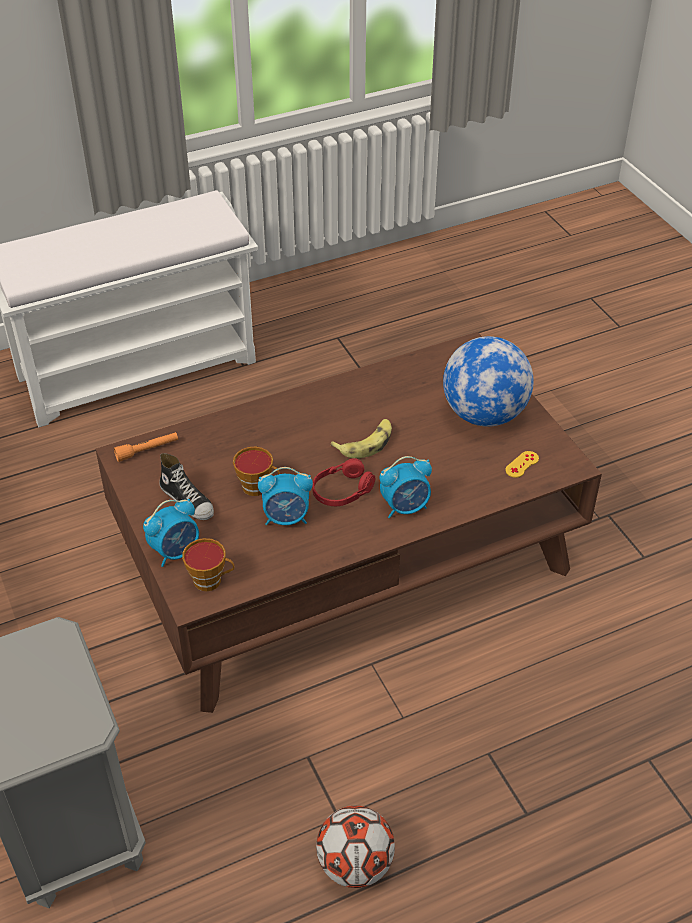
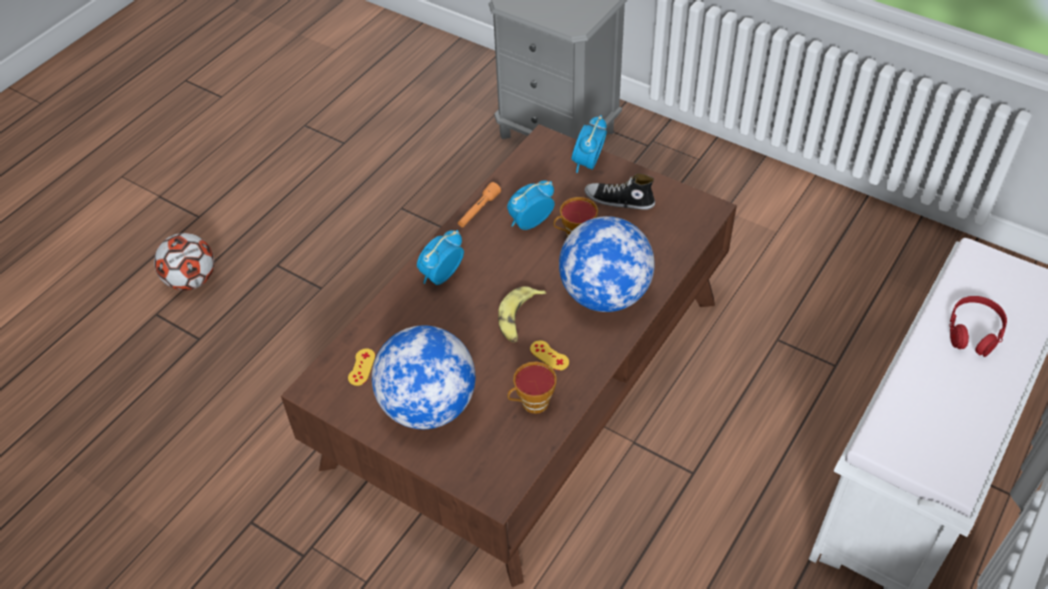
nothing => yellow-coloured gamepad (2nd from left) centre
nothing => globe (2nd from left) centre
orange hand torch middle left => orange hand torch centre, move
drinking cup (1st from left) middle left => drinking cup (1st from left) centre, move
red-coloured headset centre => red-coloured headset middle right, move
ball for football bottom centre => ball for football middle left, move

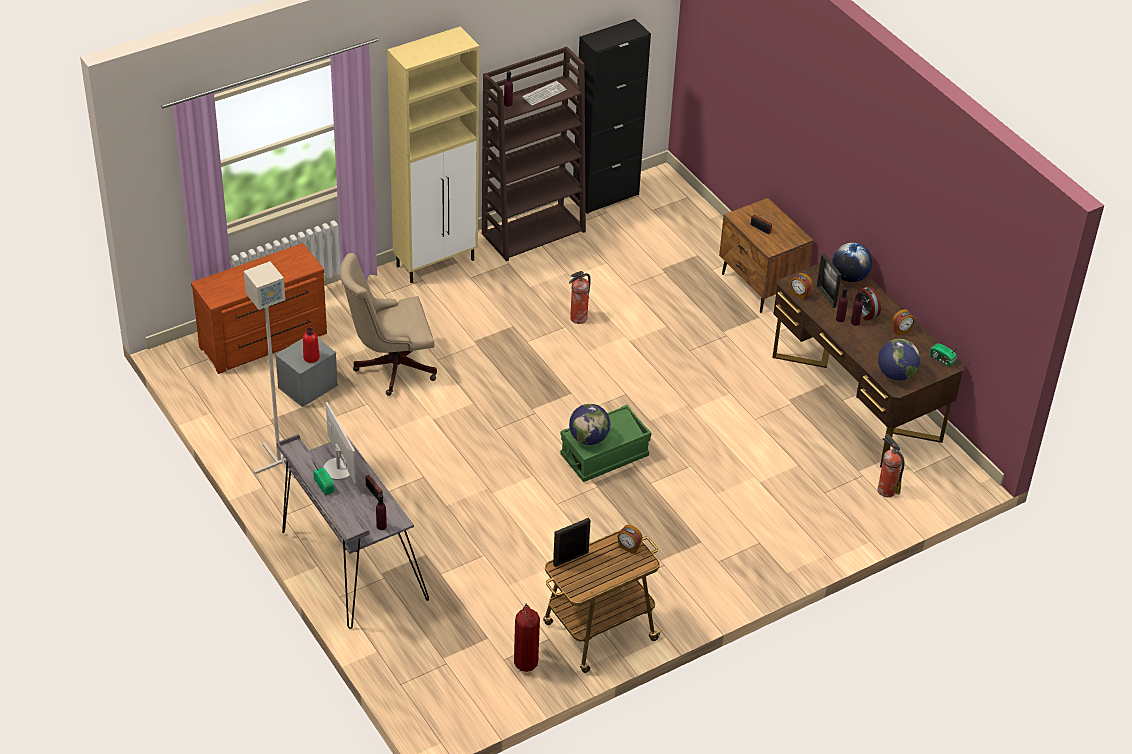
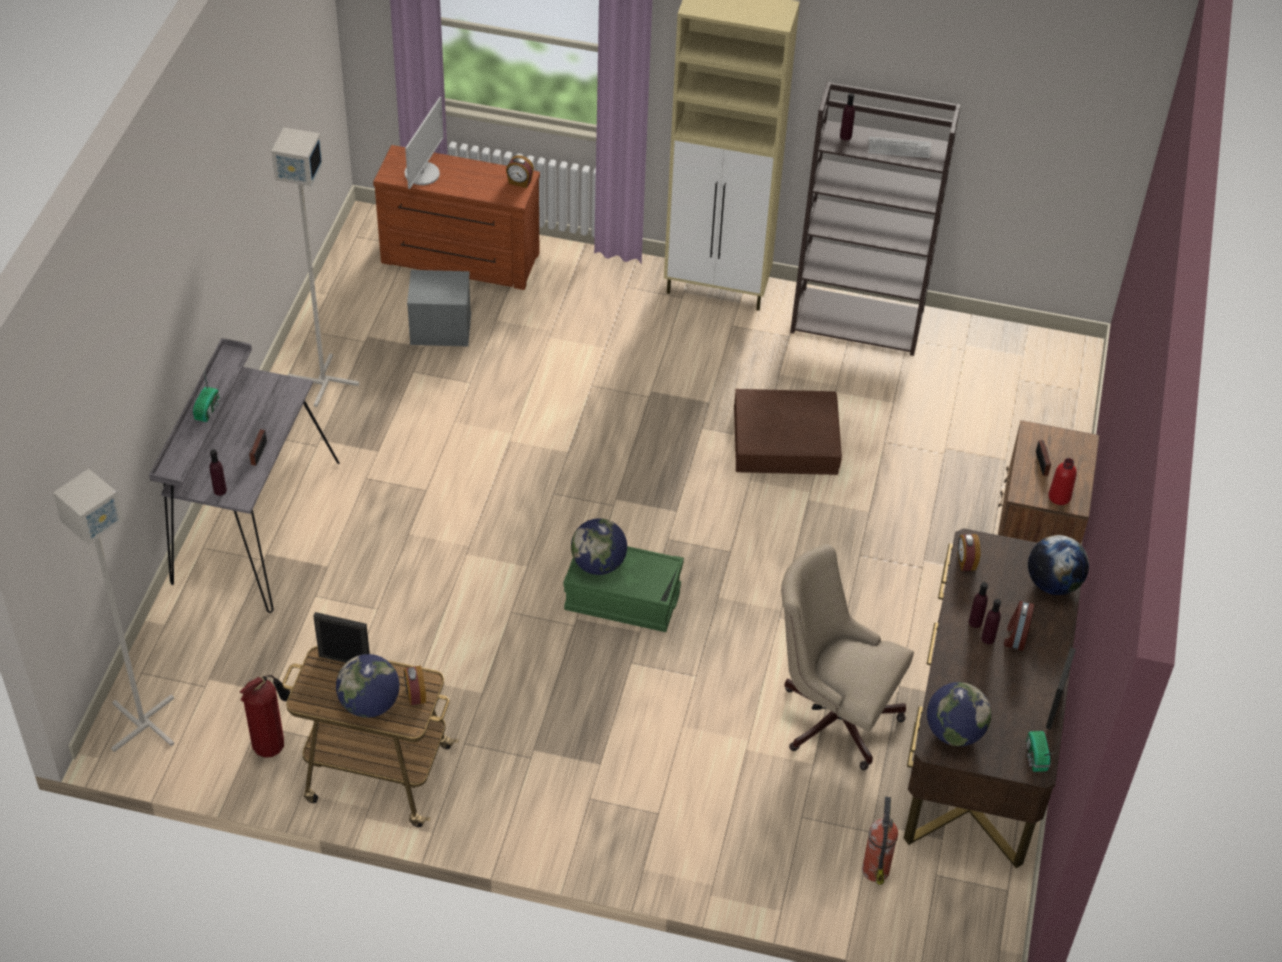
blackish cupboard top centre => nothing
nothing => greyish standard lamp (1st from left) middle left
nothing => globe (1st from left) bottom left
red-coloured drink bottle middle left => red-coloured drink bottle middle right, move
computer display middle left => computer display top left, move
beige office chair centre => beige office chair bottom centre, move
standing frame (2nd from left) middle right => standing frame (2nd from left) bottom right, move
table clock (4th from left in the first image) middle right => table clock (2nd from left) top centre, move
fire extinguisher (2nd from left) centre => brown storage bin centre

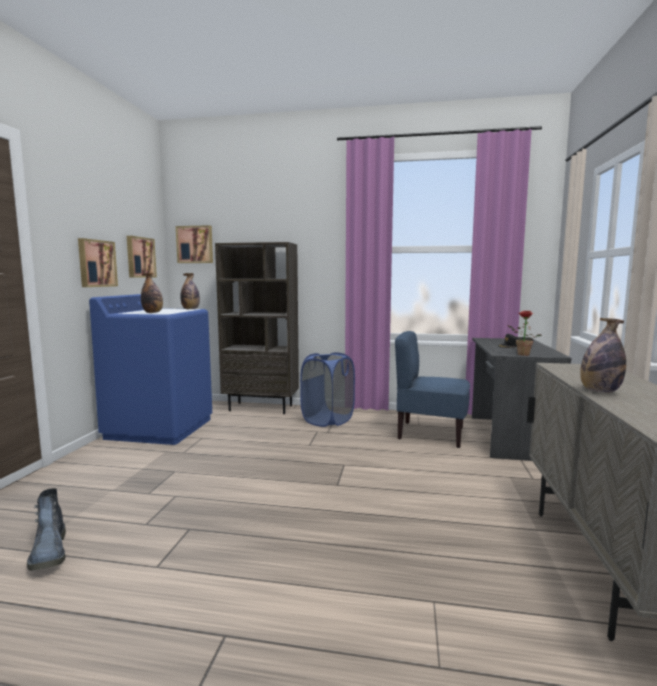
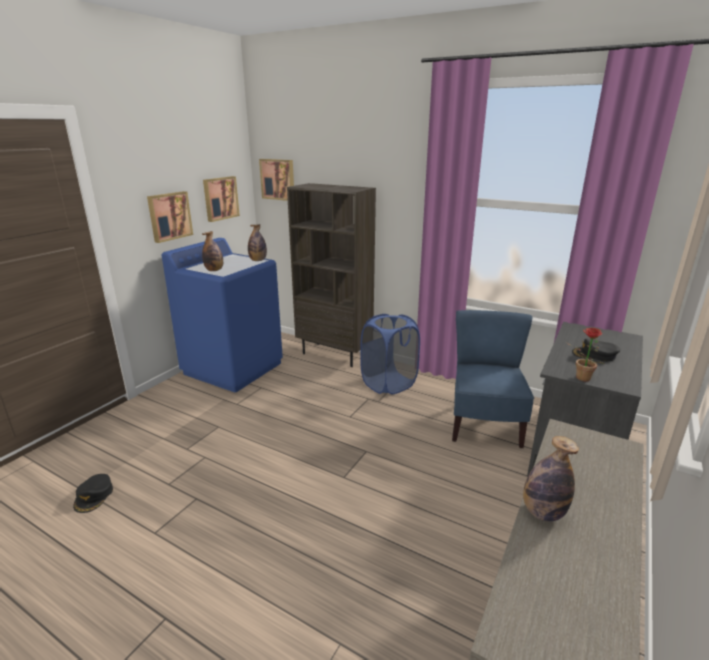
boot bottom left => blackish peaked cap (1st from left) bottom left
blue-coloured chair centre => blue-coloured chair middle right, 60 degrees clockwise

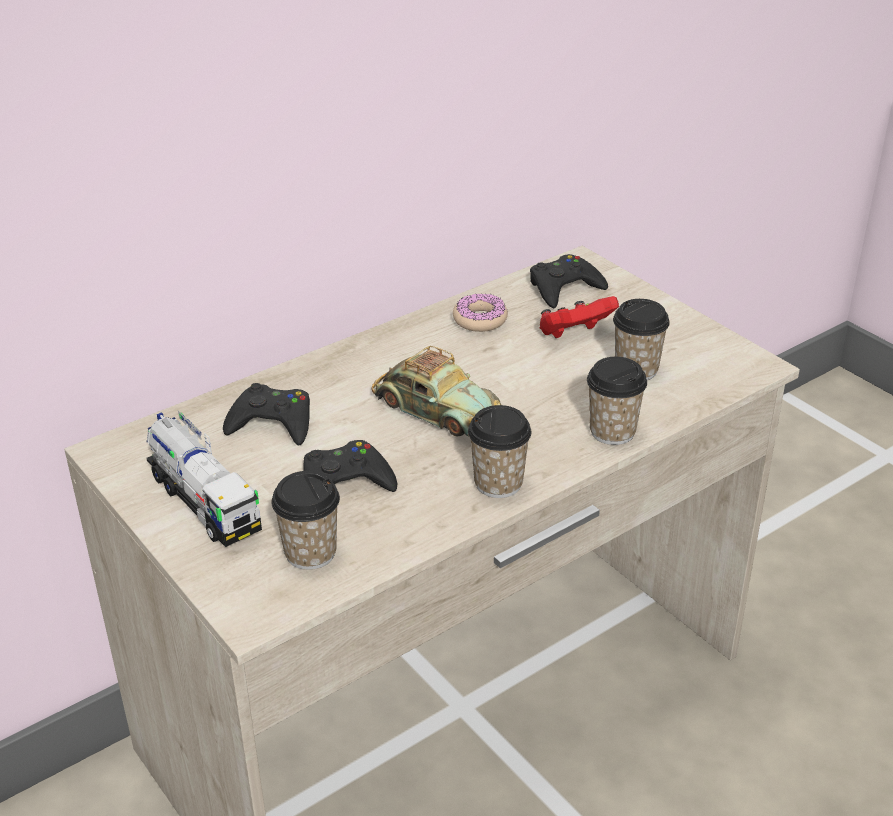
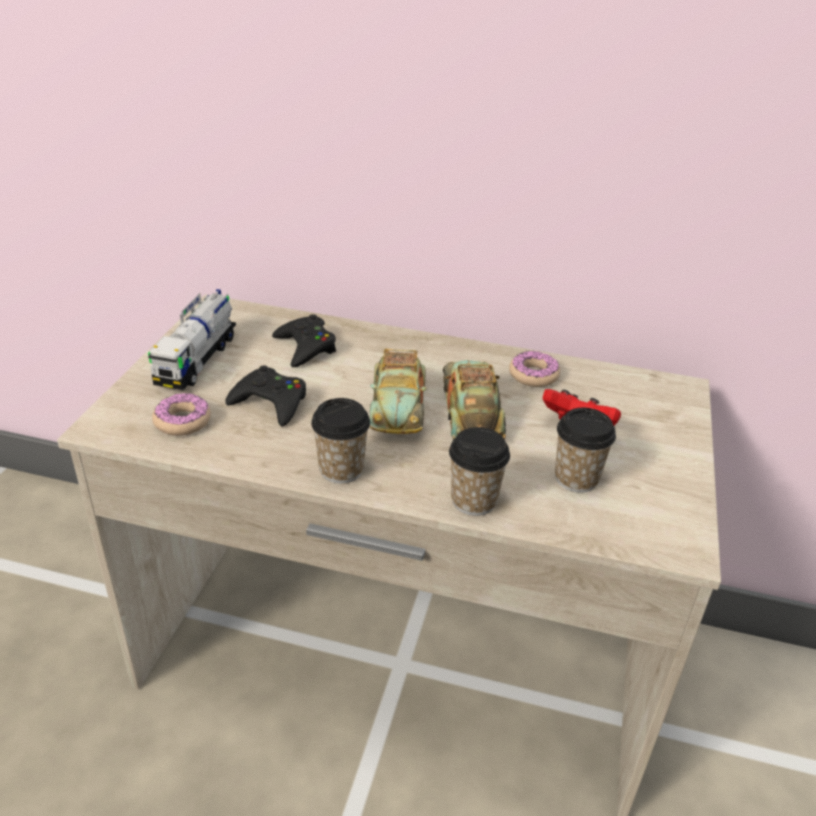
blackish gamepad (3rd from left) centre => nothing
nothing => miniature car (2nd from left) centre
drinking cup (1st from left) centre => doughnut (1st from left) middle left

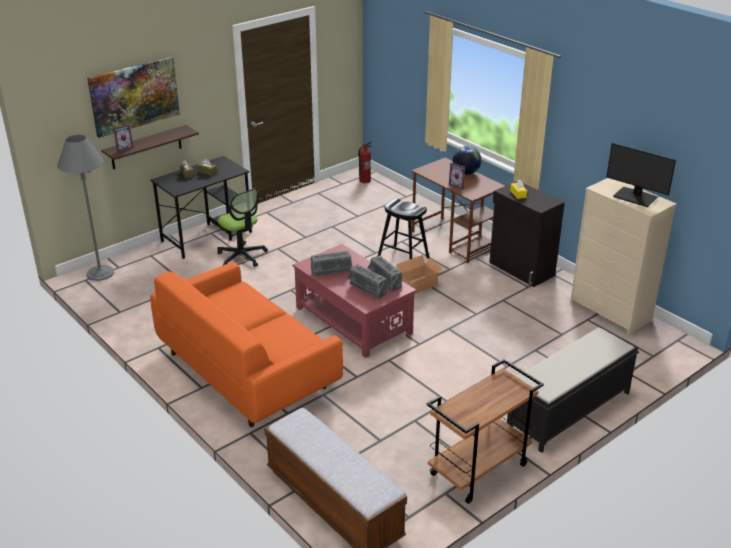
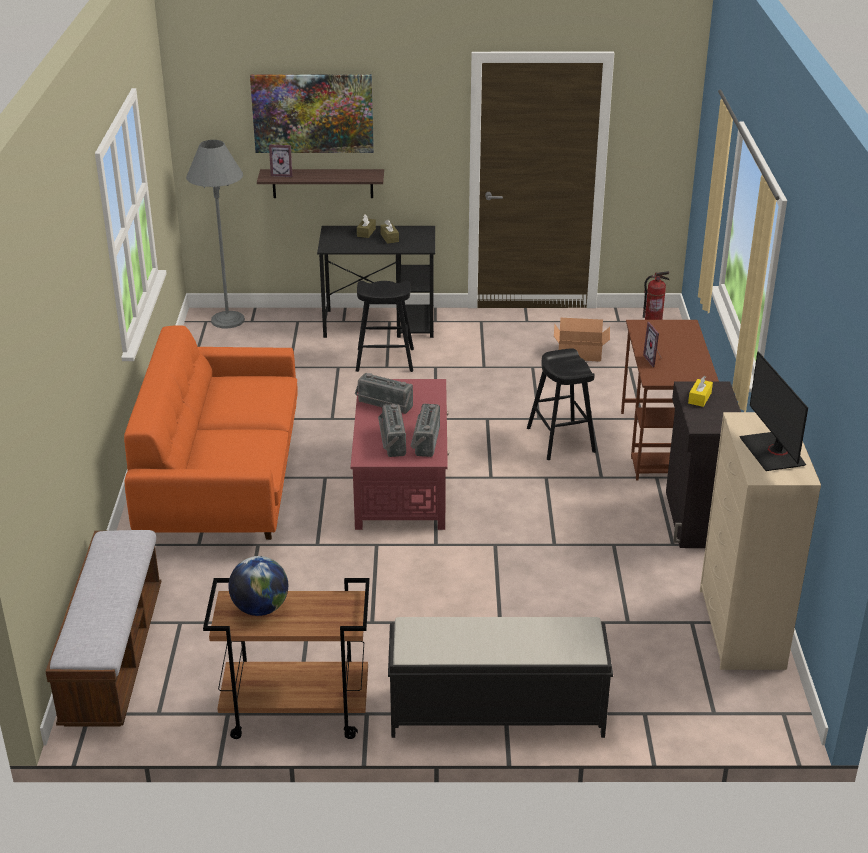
packing box centre => packing box middle right, move
globe top centre => globe bottom left, move
office chair middle left => blackish stool (1st from left) centre

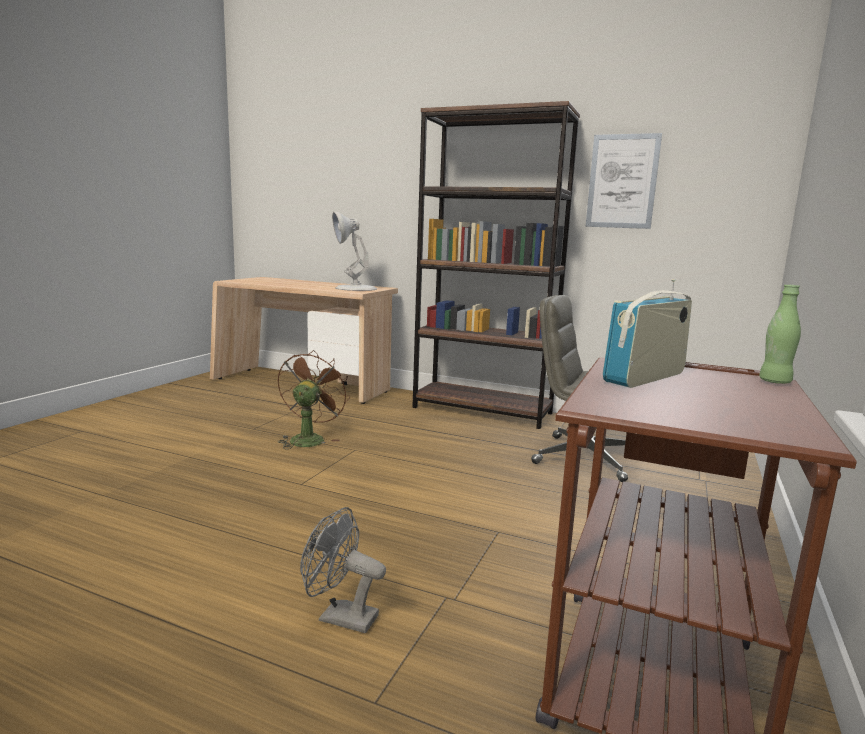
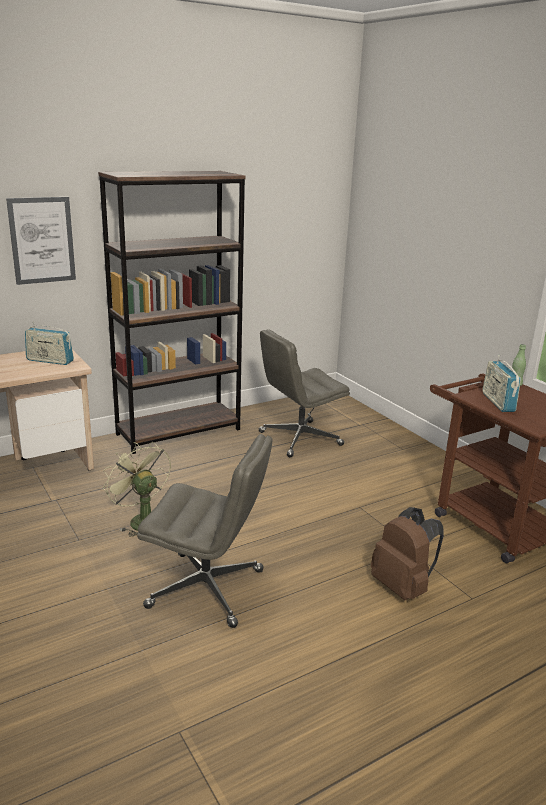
nothing => greyish office chair (1st from left) centre
picture top right => picture top left, move
greyish cooling fan bottom centre => brown knapsack bottom right
white table lamp centre => radio receiver (1st from left) middle left
brown cooling fan centre => greenish cooling fan middle left

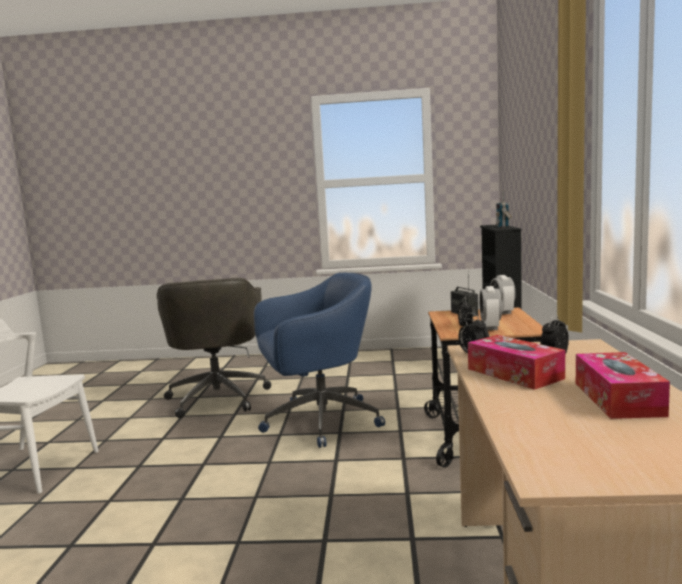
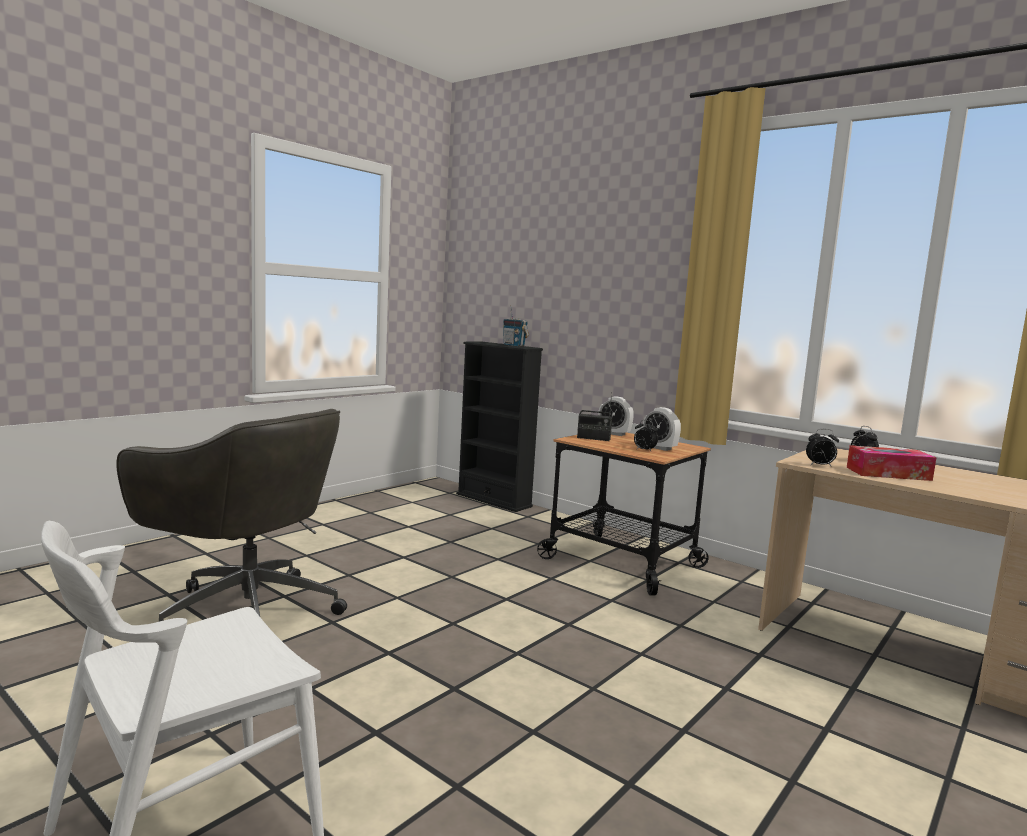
blue-coloured office chair centre => nothing
box of tissues (2nd from left) middle right => nothing

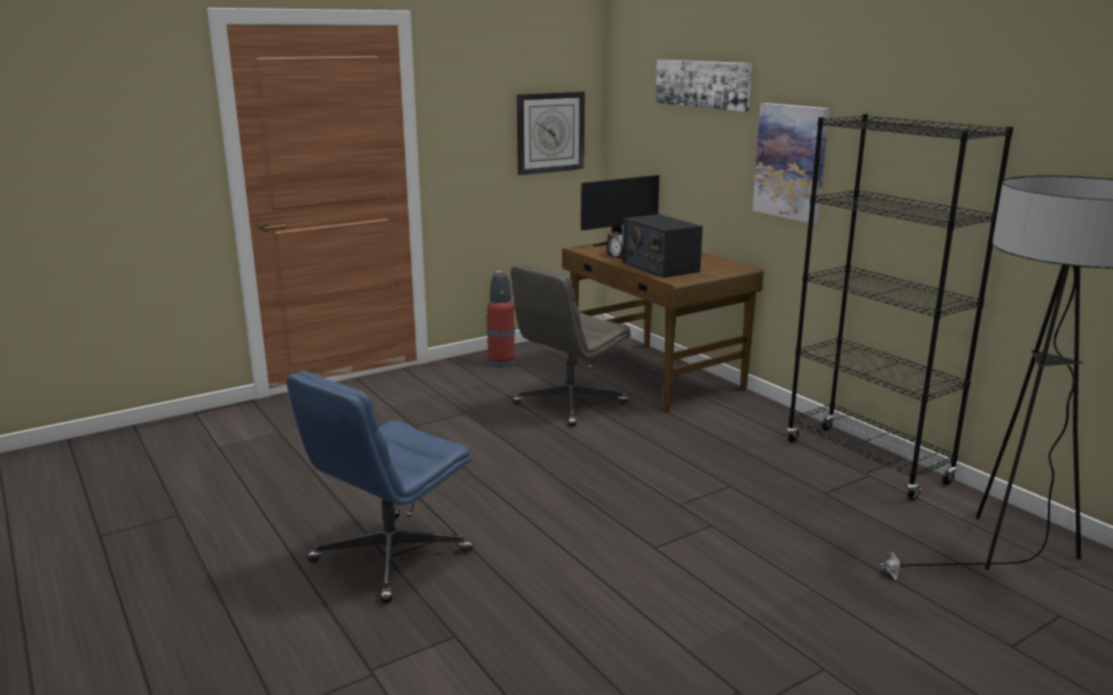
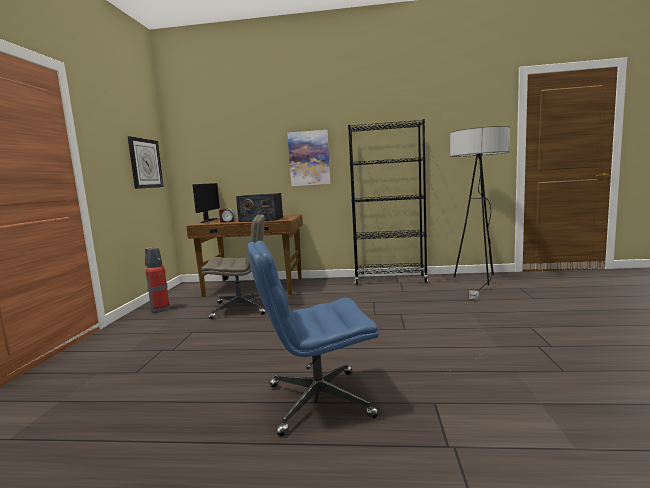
picture (1st from left) top centre => nothing
blue-coloured office chair bottom centre, 90 degrees clockwise
greyish office chair centre, 90 degrees counterclockwise

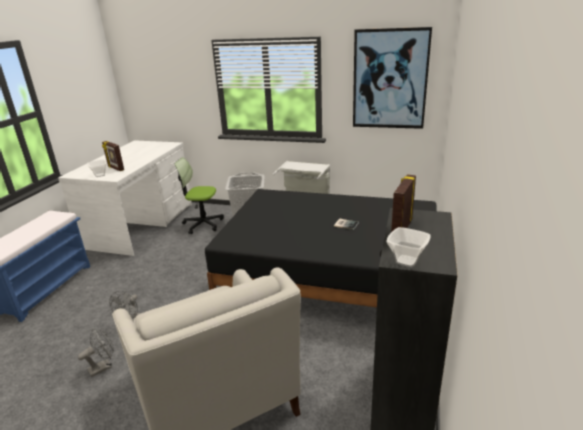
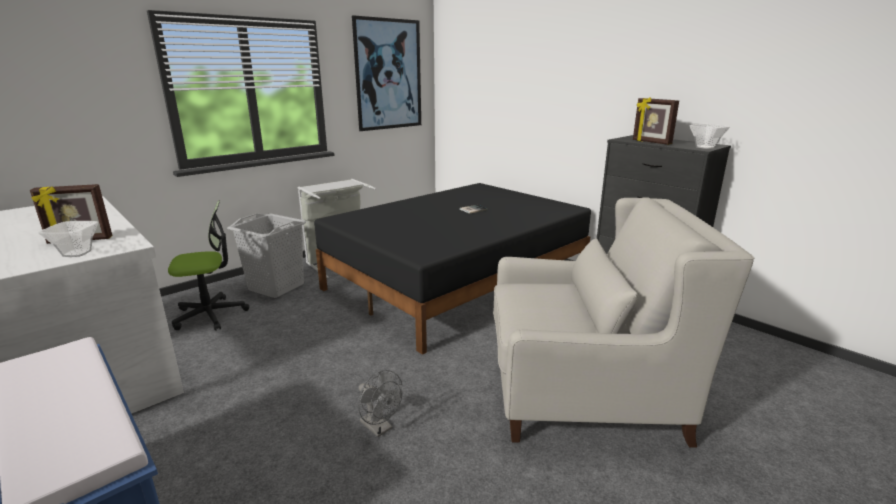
greyish cooling fan (1st from left) bottom left => nothing
office chair centre => office chair middle left, 150 degrees counterclockwise

